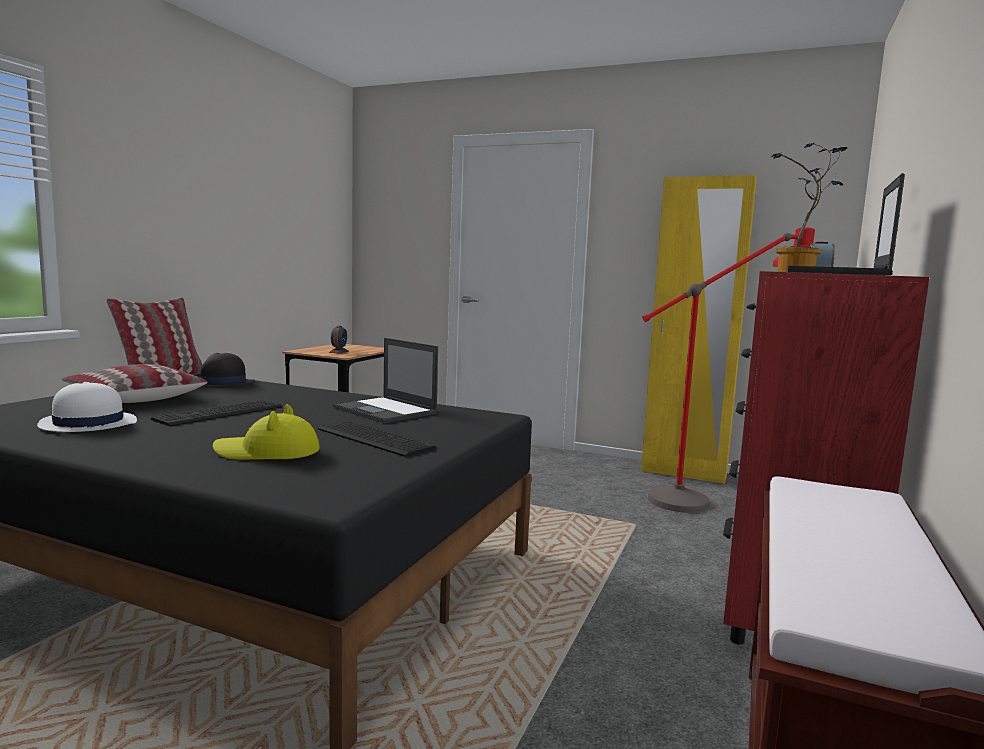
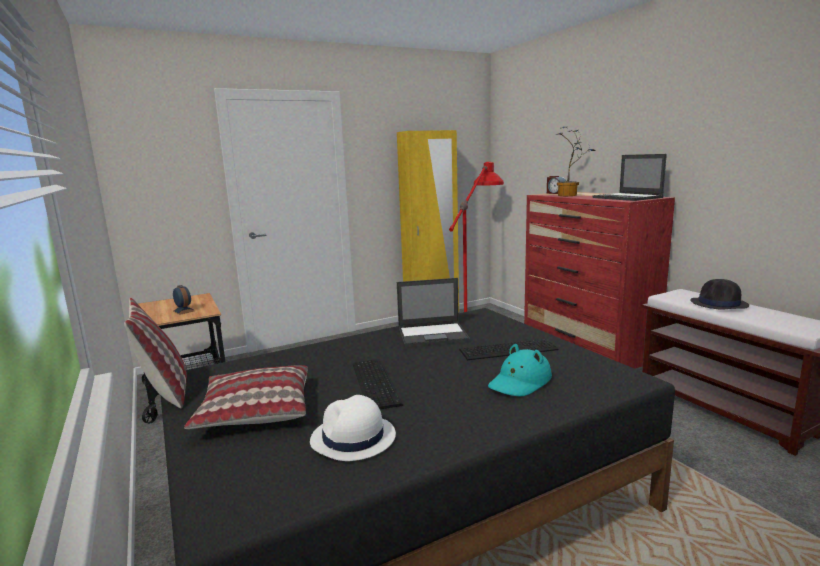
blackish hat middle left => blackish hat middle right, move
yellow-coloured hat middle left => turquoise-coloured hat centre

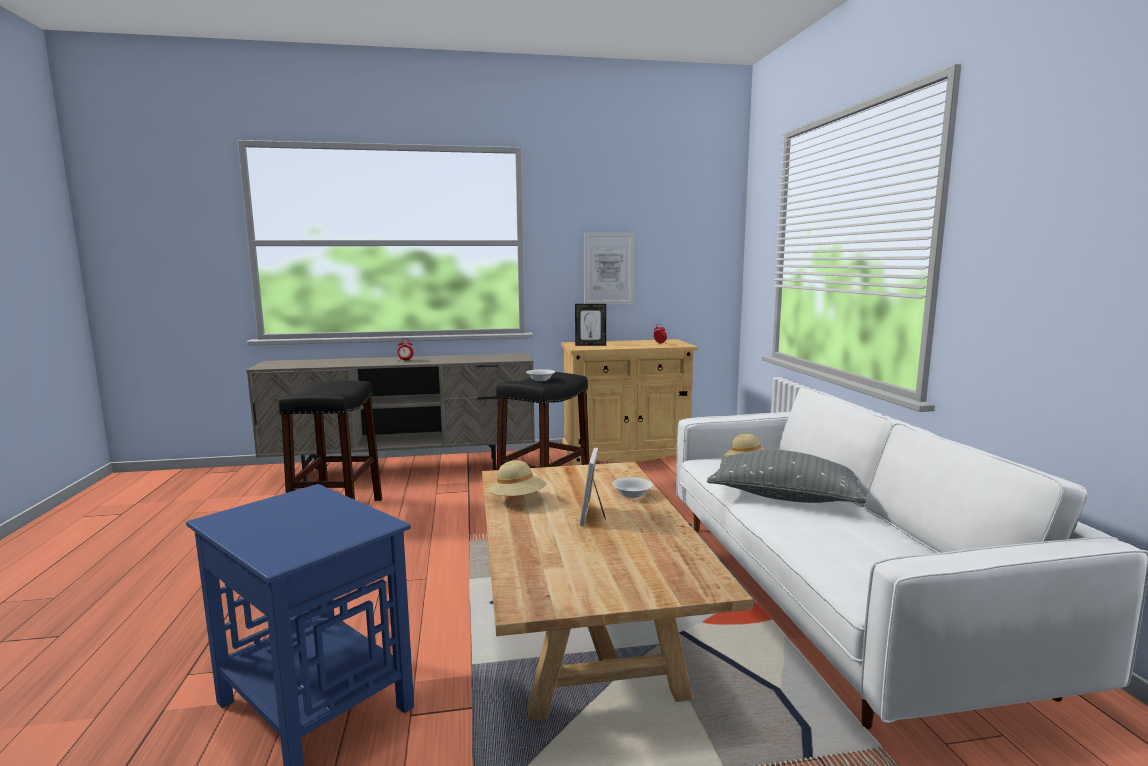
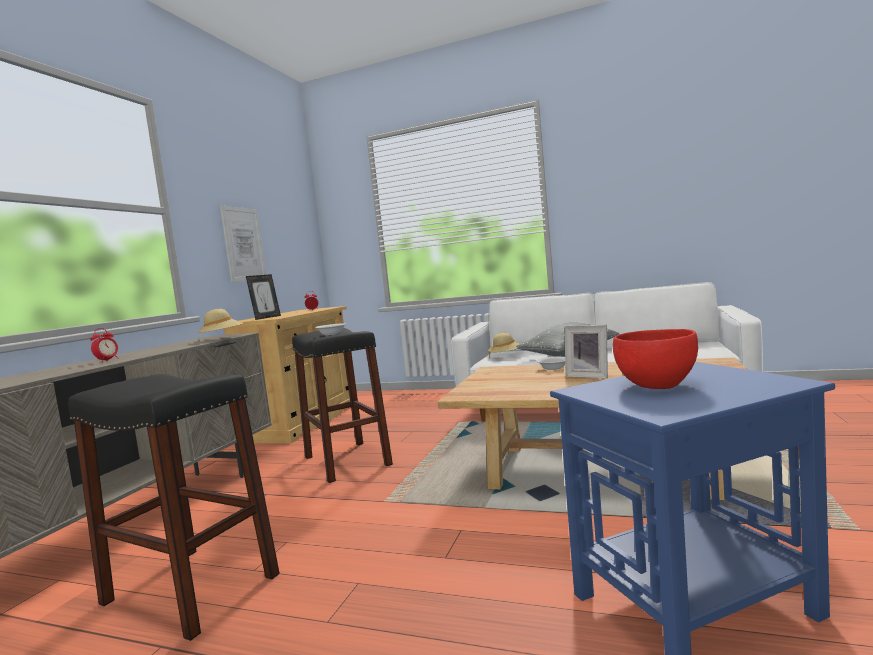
nothing => red-coloured bowl middle right
beige hat (1st from left) centre => beige hat (1st from left) middle left, move

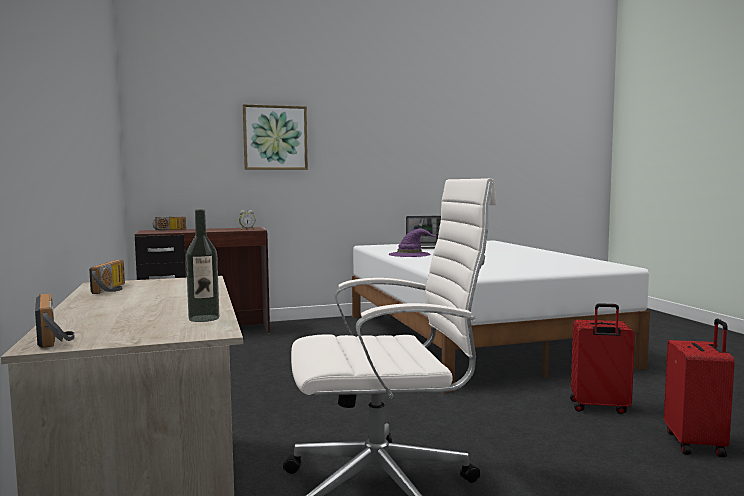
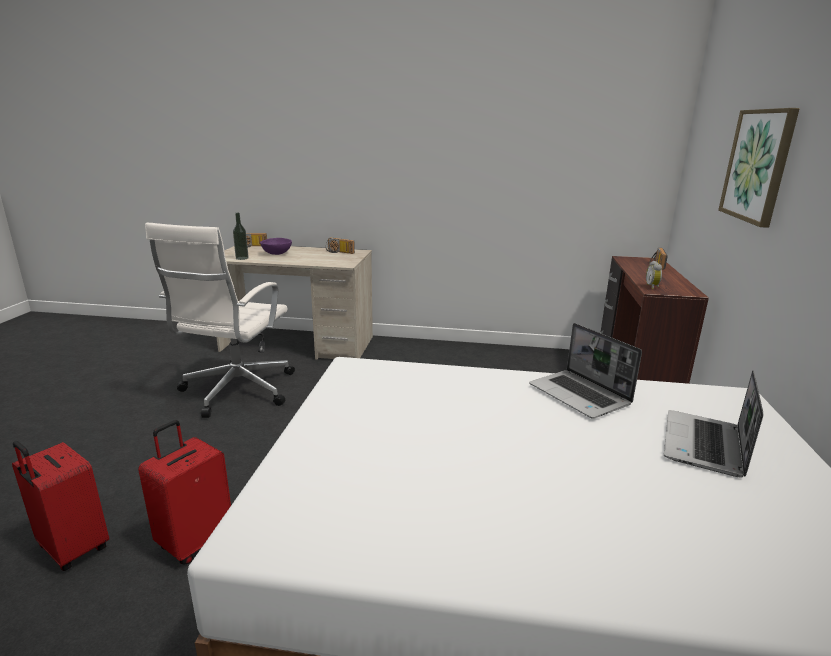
nothing => purplish bowl middle left
purplish hat centre => notebook computer (1st from left) middle right

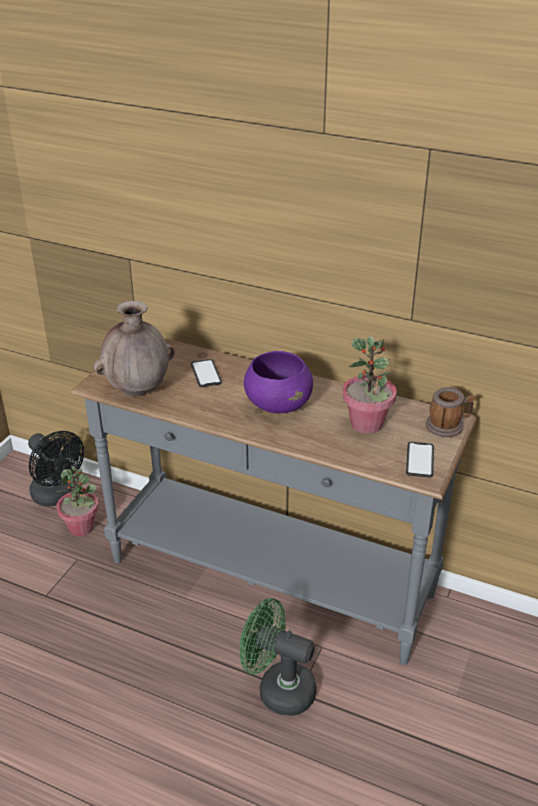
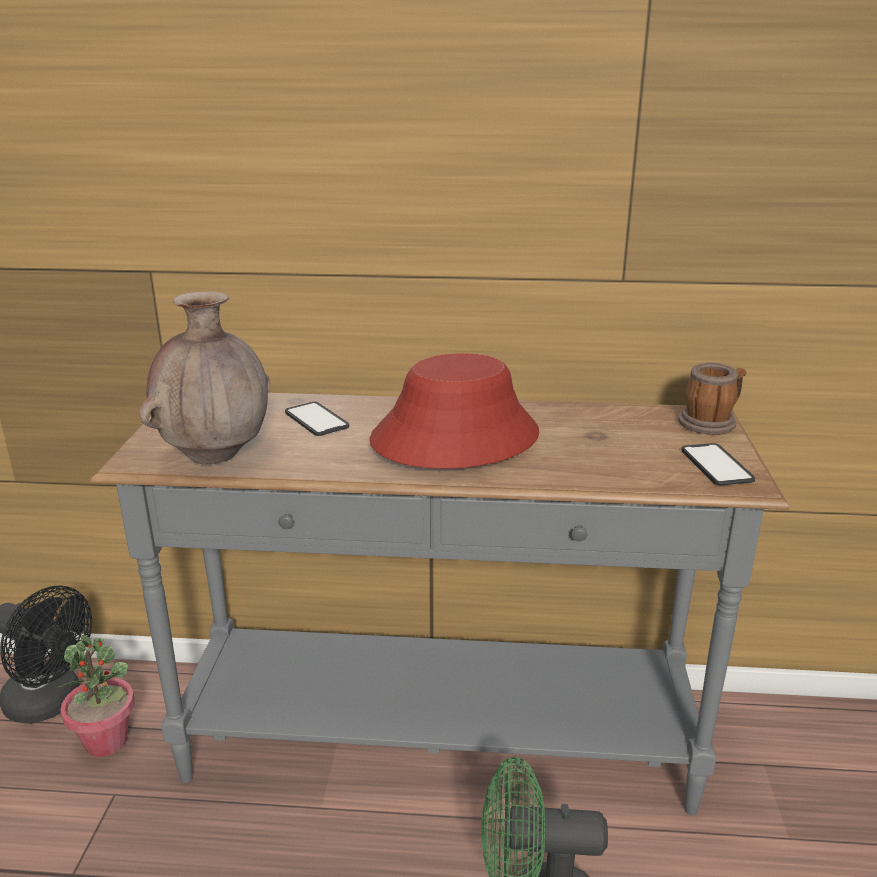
plant in a pot (2nd from left) middle right => nothing
purplish bowl centre => red-coloured hat centre

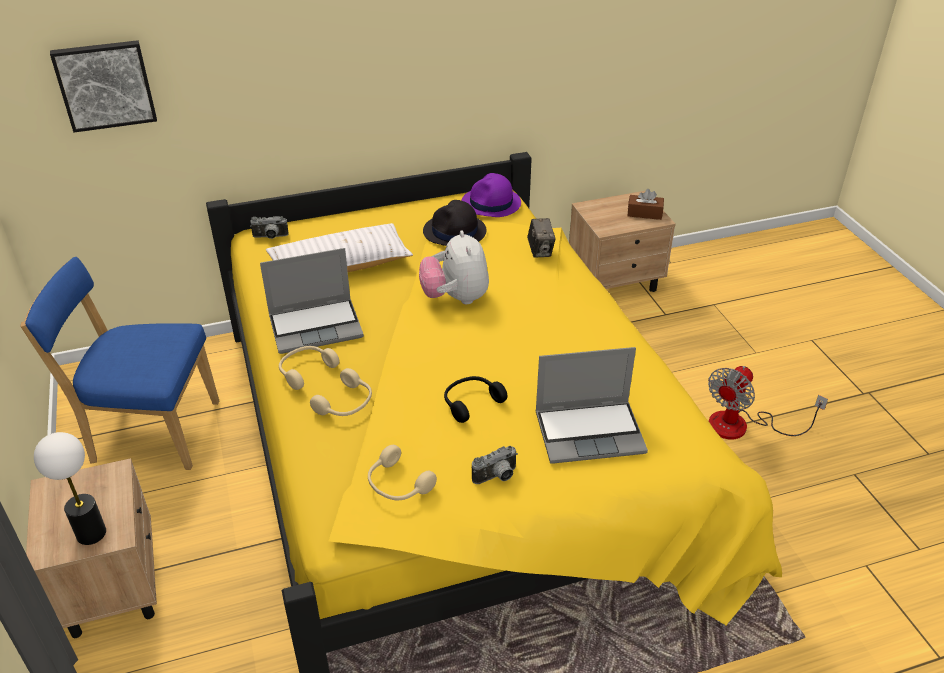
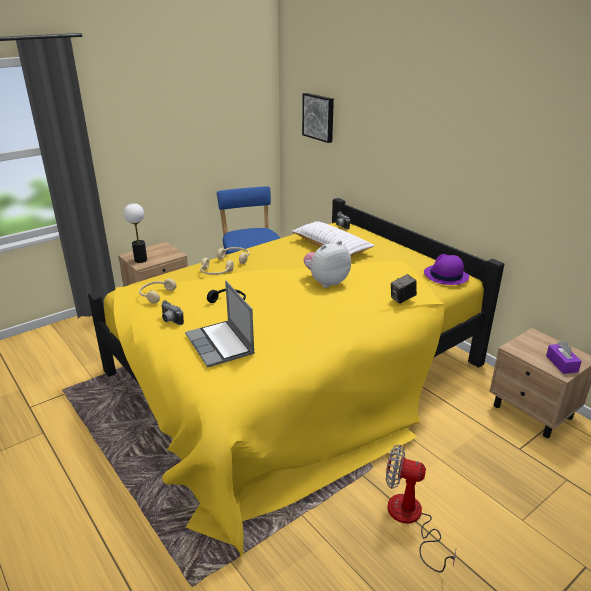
notebook computer (1st from left) middle left => nothing
blackish hat top centre => nothing
brown box of tissues top right => purplish box of tissues middle right

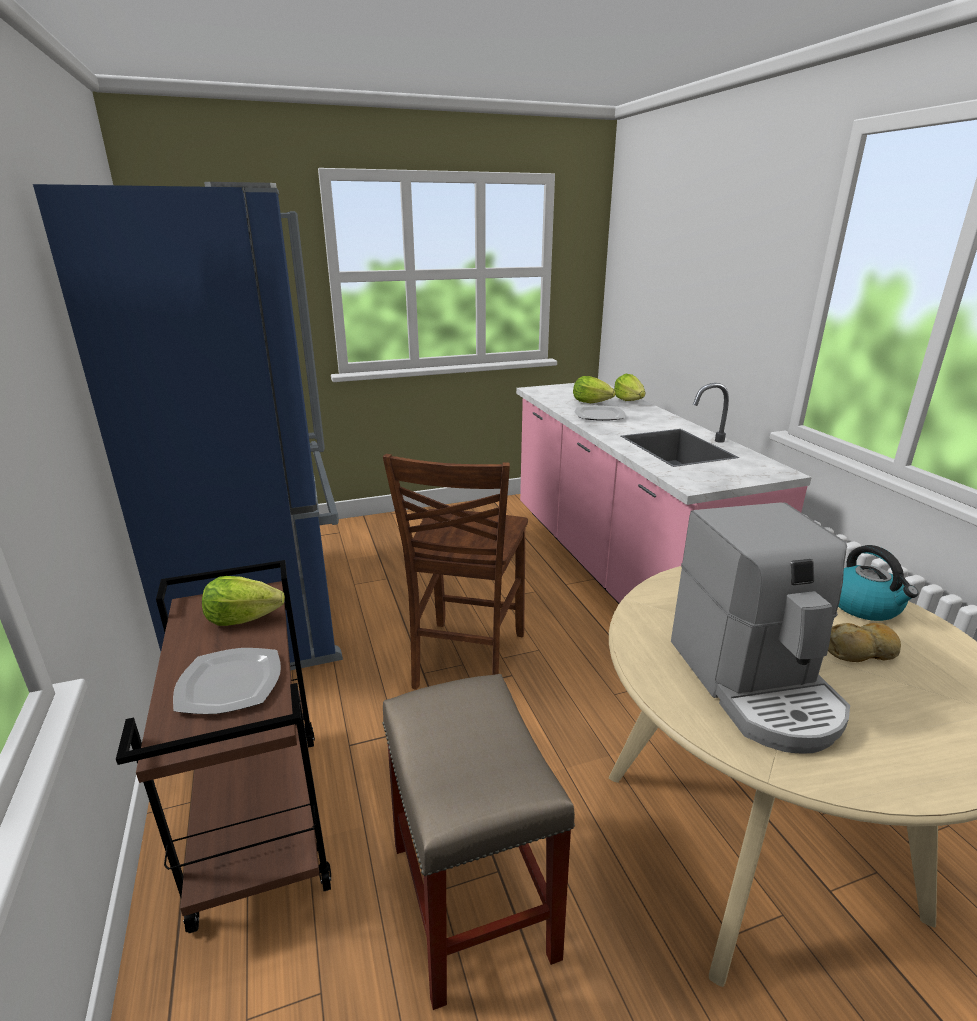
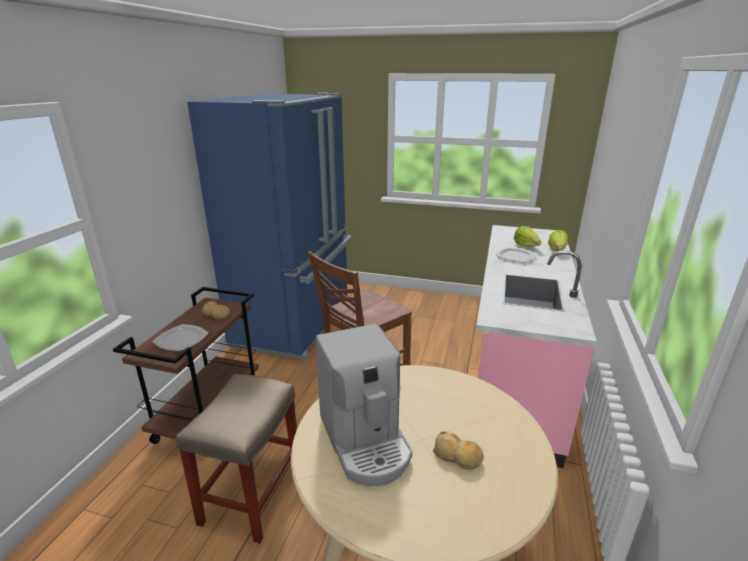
tea kettle middle right => nothing
lettuce (1st from left) middle left => baked bread (1st from left) middle left
coffee machine middle right => coffee machine bottom centre, 45 degrees counterclockwise

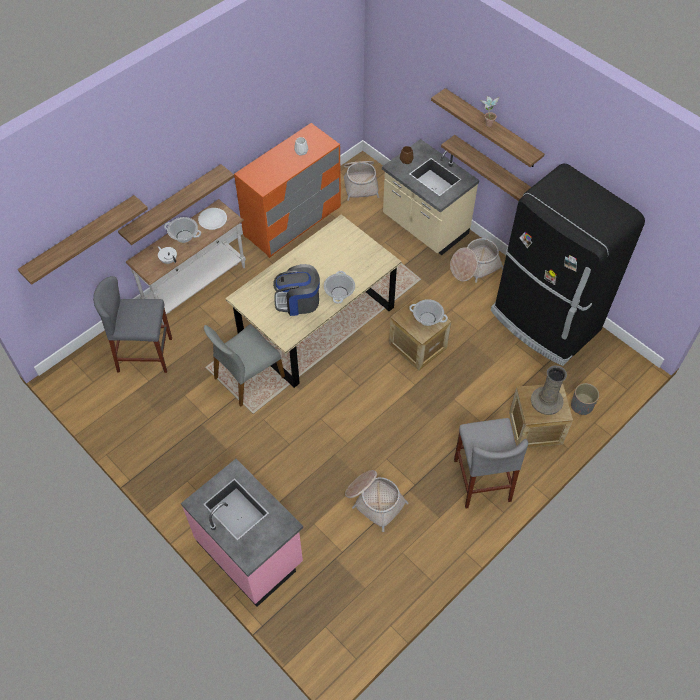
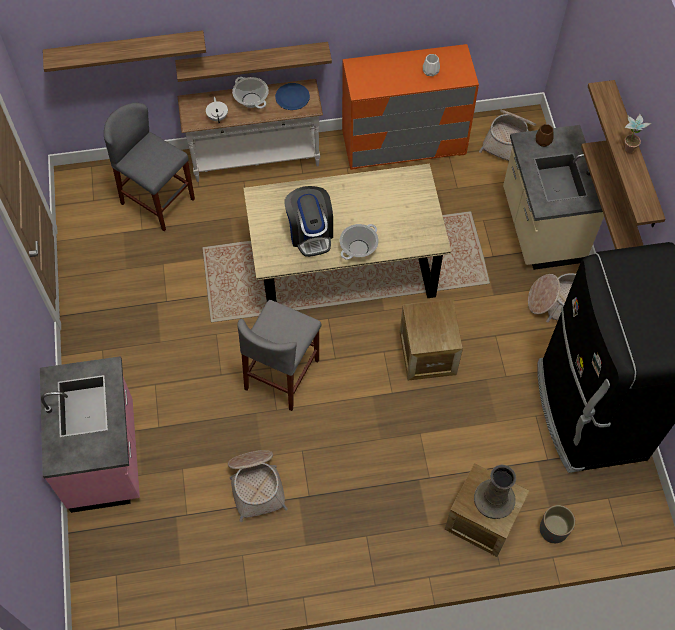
greyish chair centre => nothing
cooking pot (3rd from left) centre => nothing
greyish stool (2nd from left) middle right => greyish stool (2nd from left) centre, move
white plate top left => blue-coloured plate top centre
coffee machine centre, 135 degrees counterclockwise

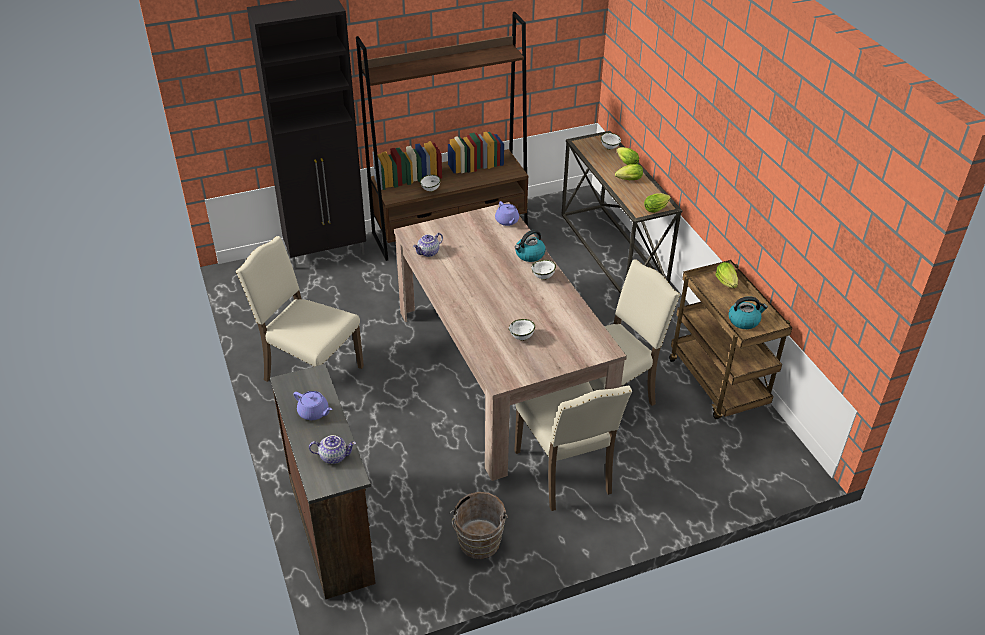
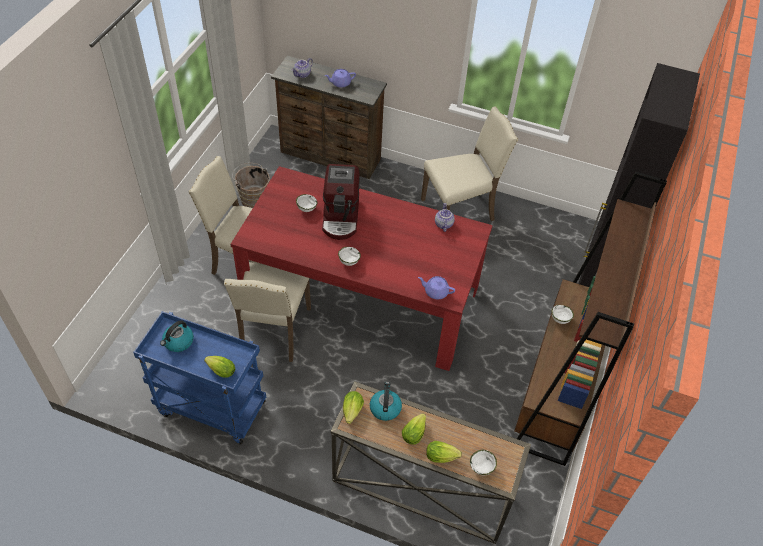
nothing => coffee machine centre
tea kettle (1st from left in the first image) centre => tea kettle (2nd from left) bottom centre, move
beige dinner table centre => red-coloured dinner table centre
brown trolley middle right => blue-coloured trolley bottom left

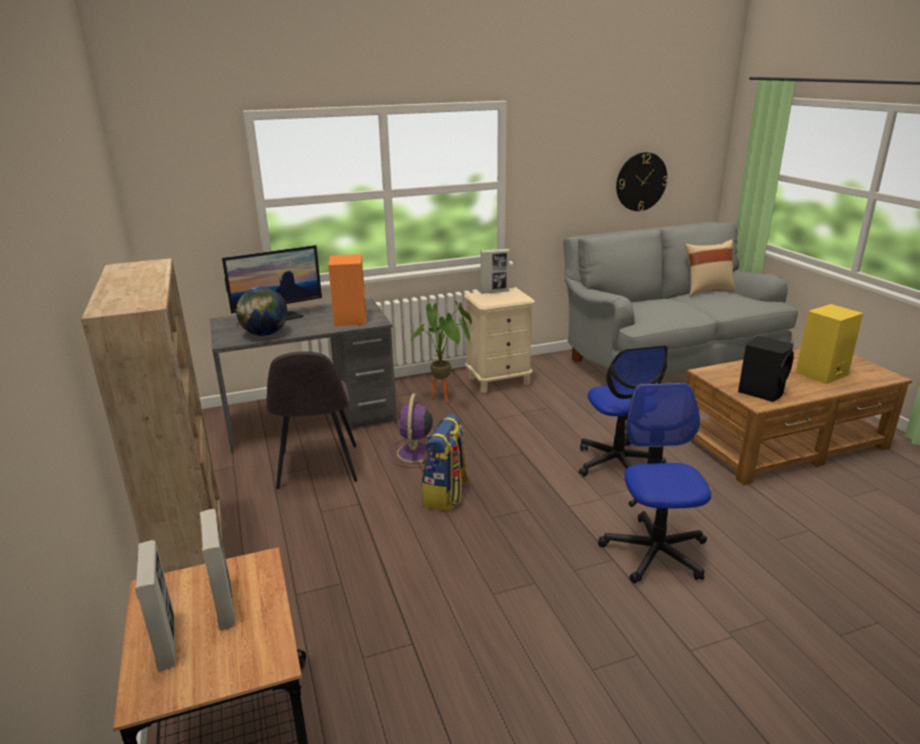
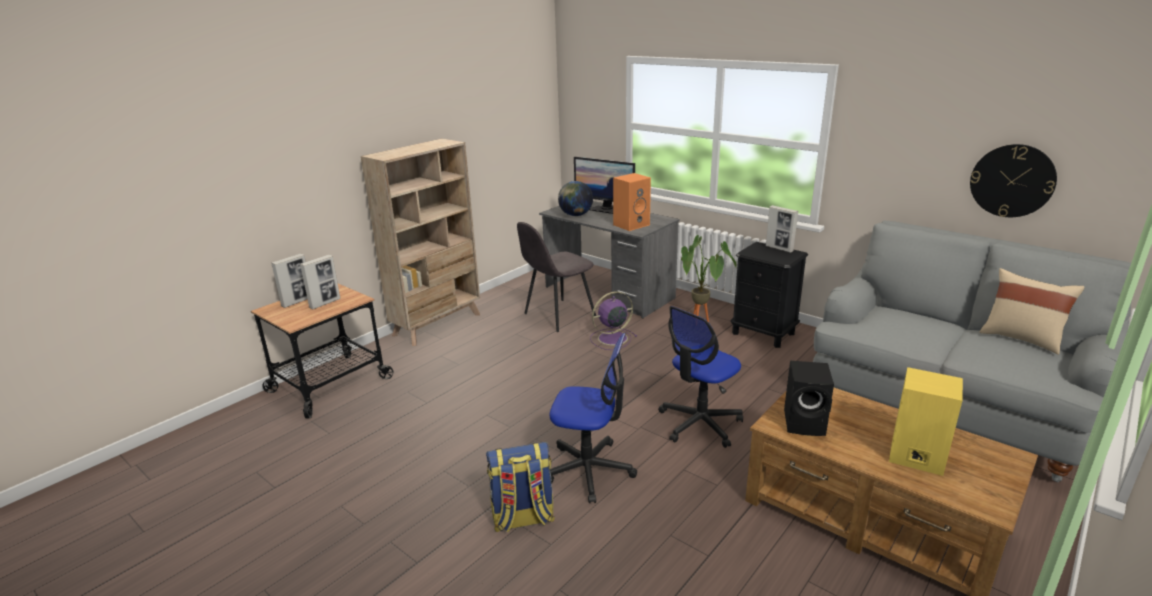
knapsack centre => knapsack bottom centre, move
beige bedside table centre => blackish bedside table middle right
office chair (2nd from left in the first image) middle right => office chair (1st from left) bottom centre, 45 degrees clockwise

